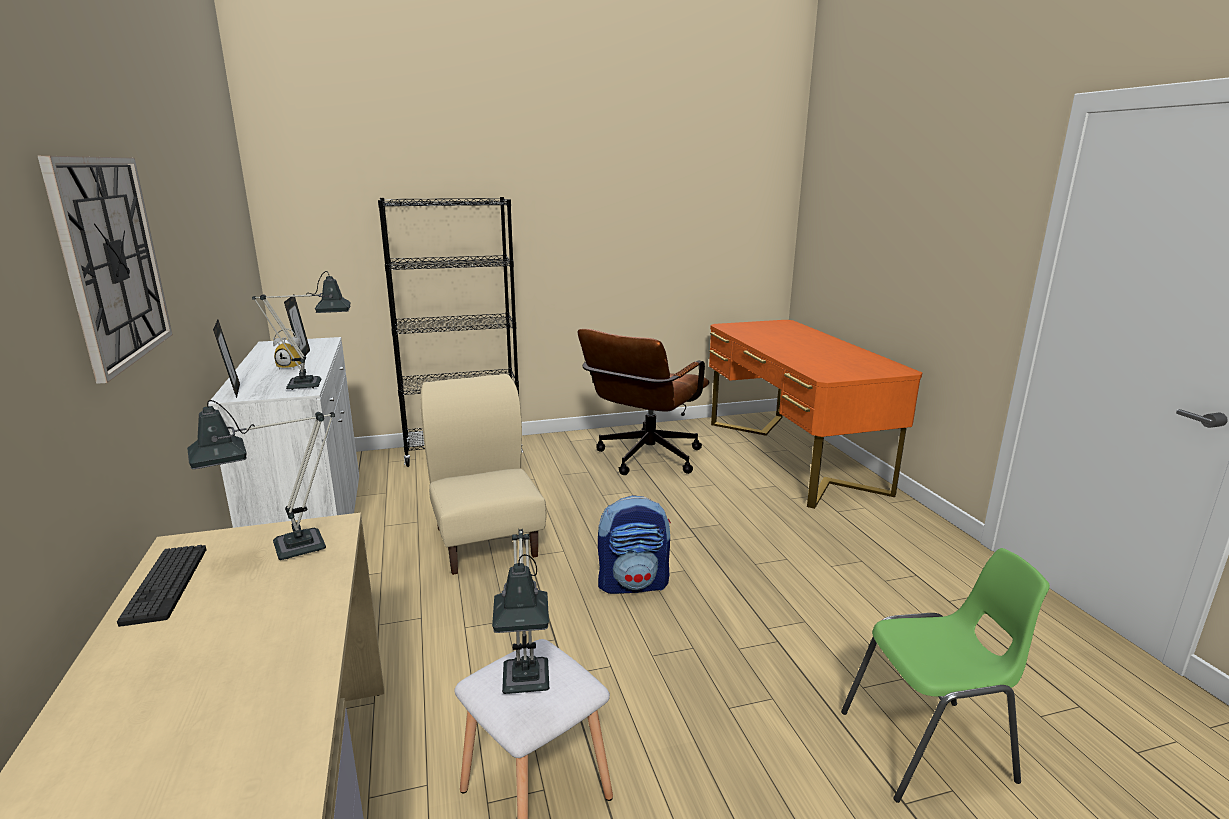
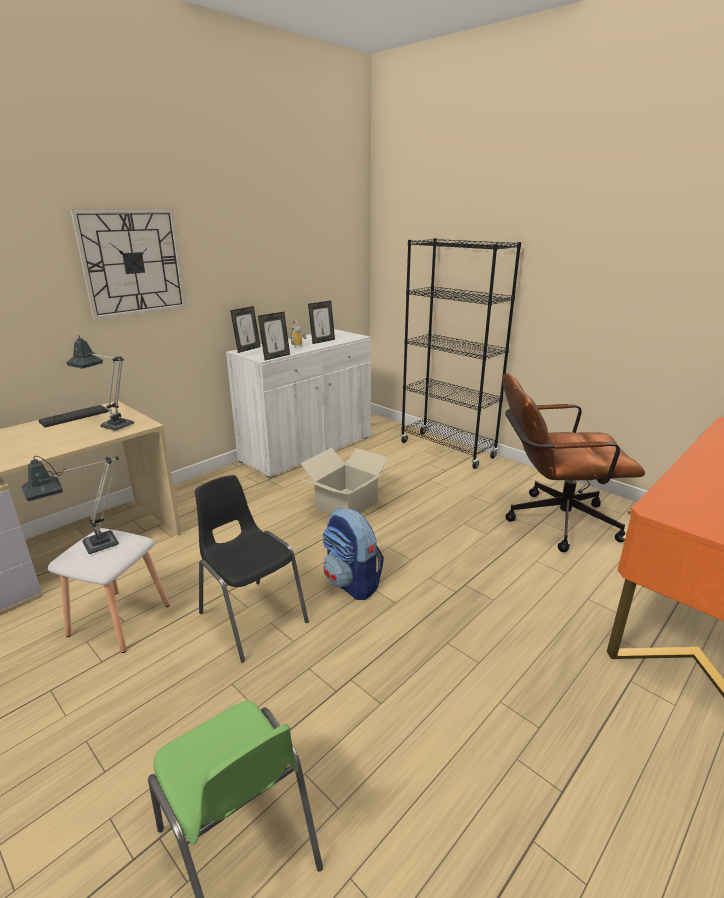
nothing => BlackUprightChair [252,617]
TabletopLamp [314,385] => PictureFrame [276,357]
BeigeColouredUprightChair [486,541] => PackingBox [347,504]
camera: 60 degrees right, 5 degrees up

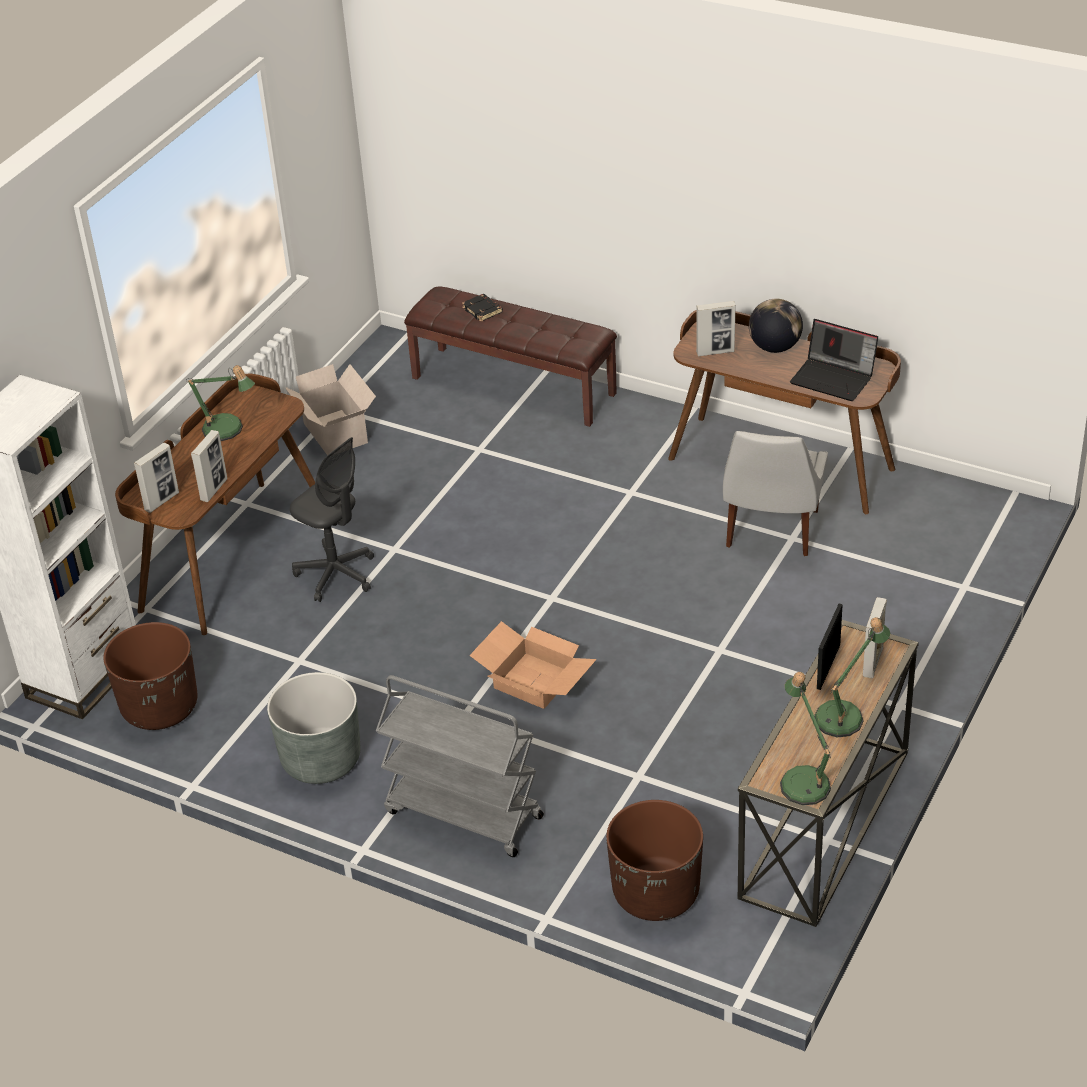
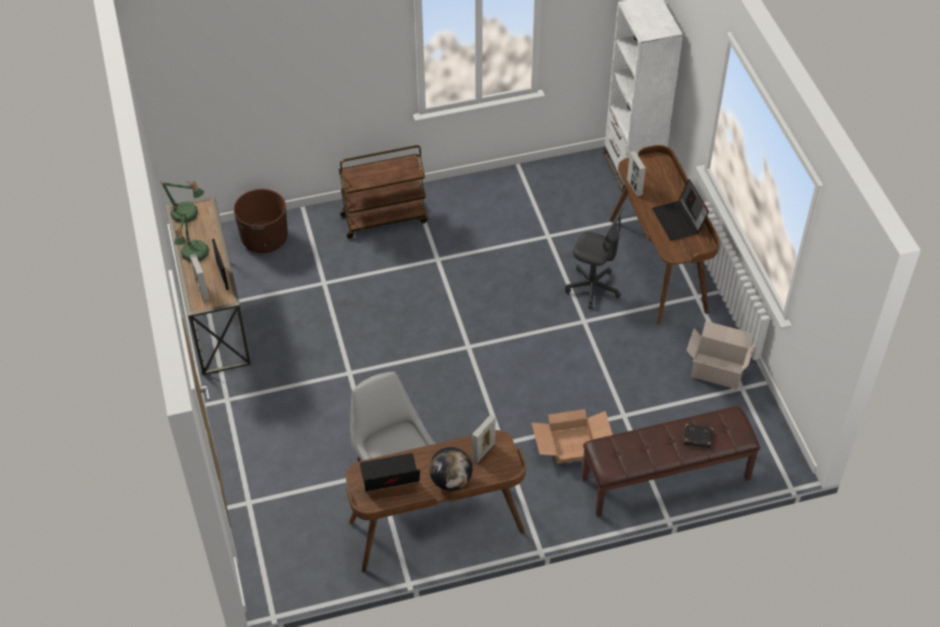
BrownishFlowerPot [160,707] => nothing
PictureFrame [162,501] => nothing
GreyishFlowerPot [321,759] => nothing
PackingBox [533,681] => PackingBox [572,444], shifted
TabletopLamp [228,431] => NotebookComputer [679,221]
GreyishCart [462,814] => BrownishCart [384,218]
GreyishDeskChair [336,575] => GreyishDeskChair [593,288], 150 degrees counterclockwise
camera: 135 degrees right, 10 degrees up

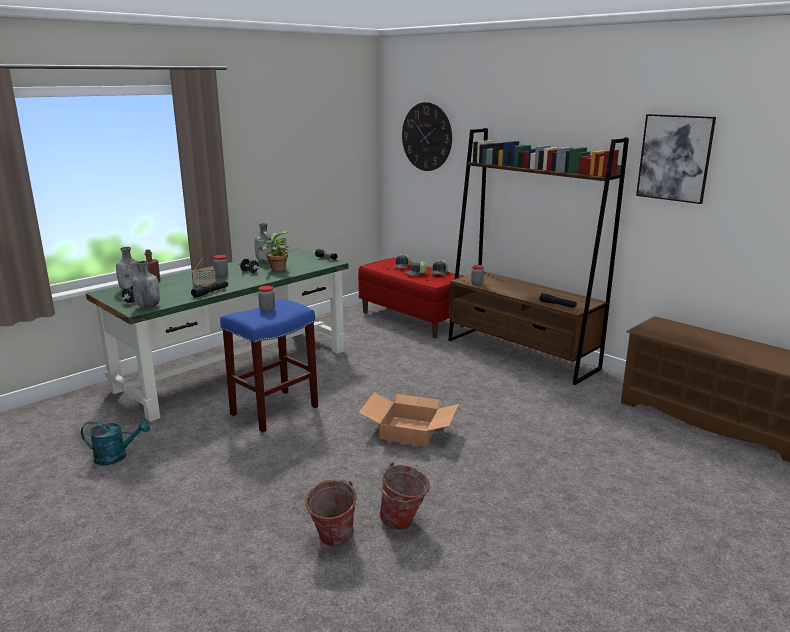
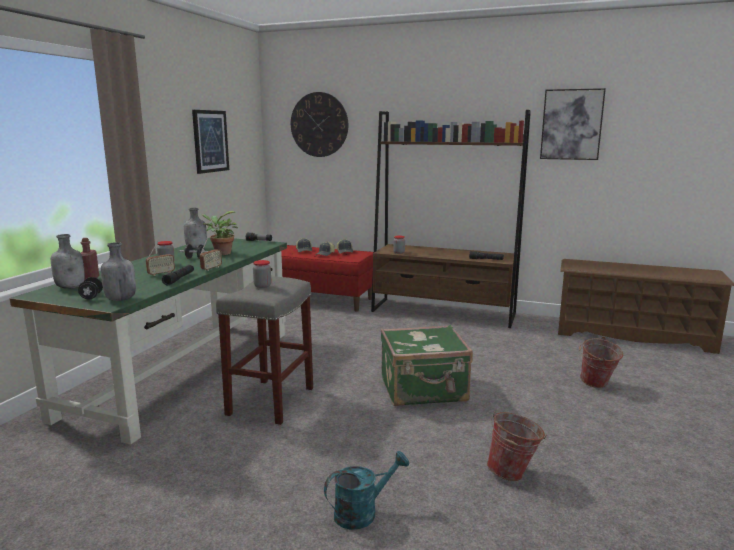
nothing => Picture [210,141]
nothing => Radio [211,268]
BlueGreenSprinklingCan [116,457] => BlueGreenSprinklingCan [362,512], shifted
WaterBucket [331,541] => WaterBucket [596,385], shifted
PackingBox [410,430] => GreenishSuitcase [424,390]
BluishStoolSeat [274,411] => GreyishStoolSeat [271,402]
camera: 25 degrees left, 5 degrees down

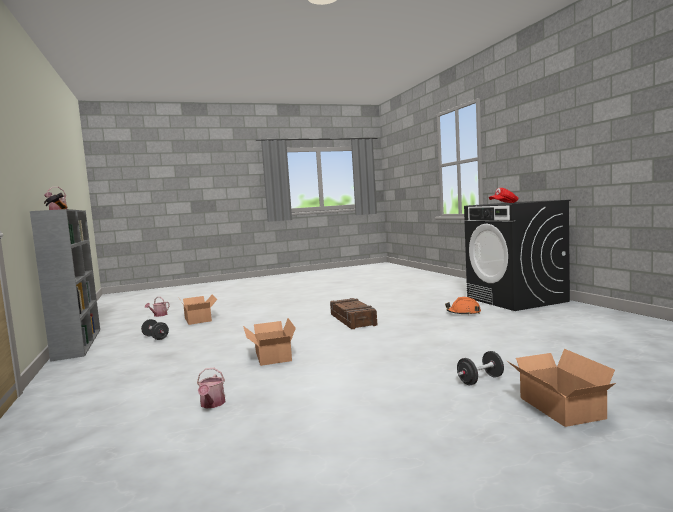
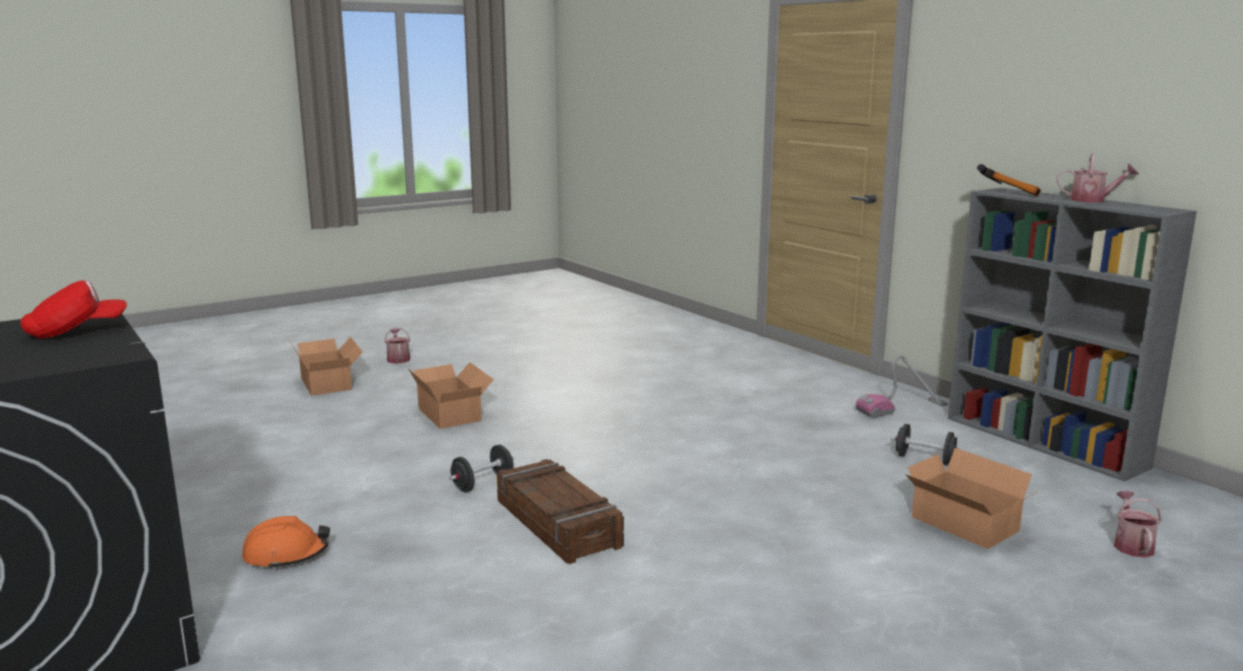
nothing => Hoover [902,408]
SprinklingCan [212,404] => SprinklingCan [398,359], shifted
PackingBox [271,357] => PackingBox [451,413], shifted
BlackFreeWeight [480,380] => BlackFreeWeight [483,484], shifted
camera: 165 degrees right, 10 degrees up

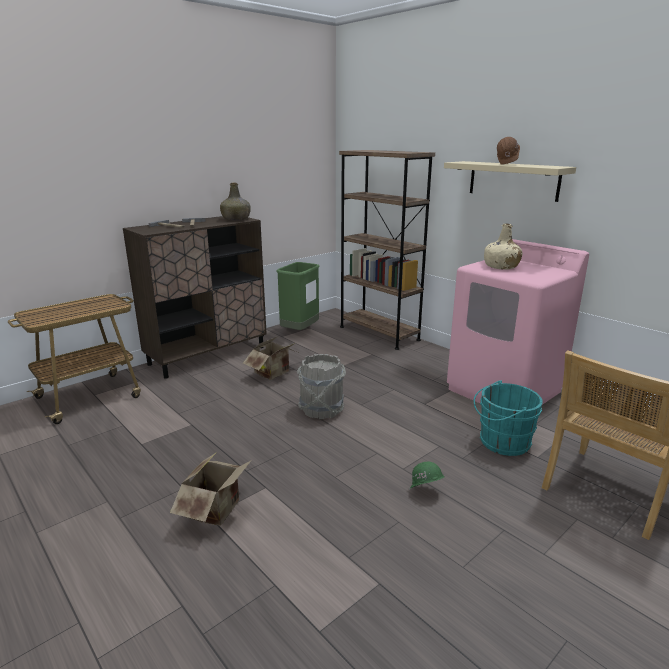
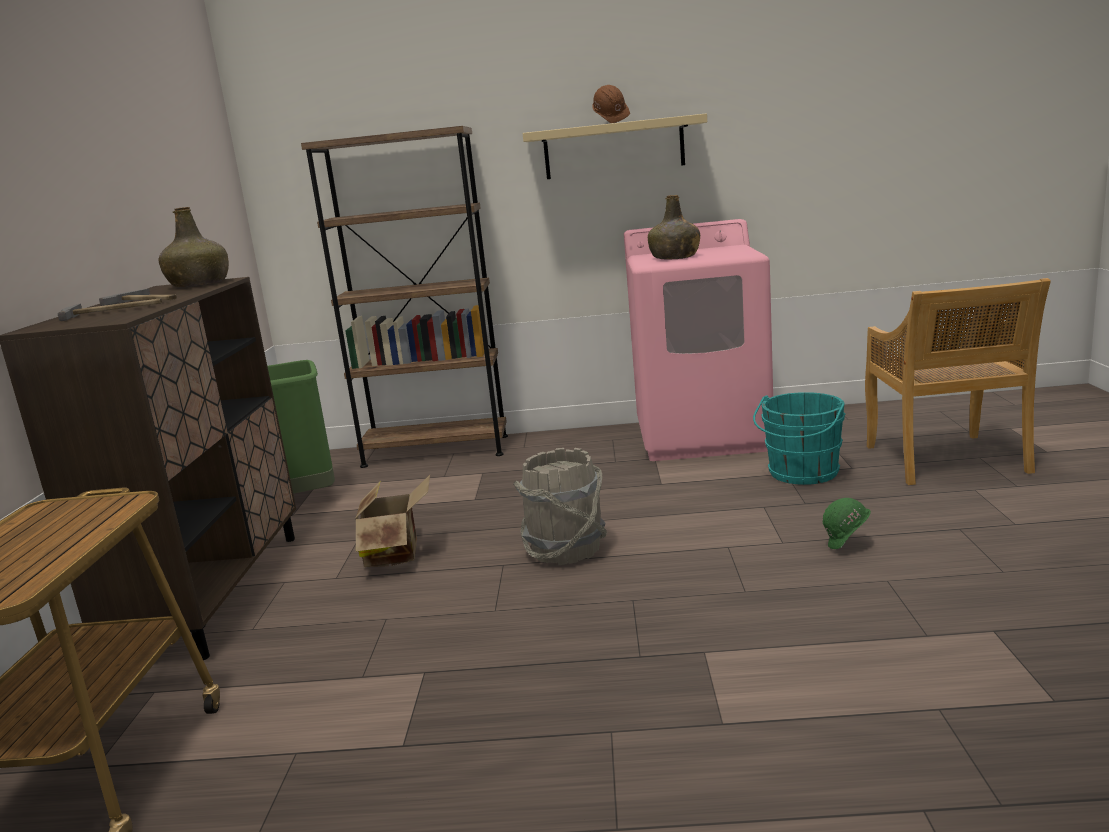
PackingBox [218,510] => nothing
BeigeColouredDrinkBottle [501,266] => GreenishDrinkBottle [675,257]
camera: 45 degrees left, 5 degrees down

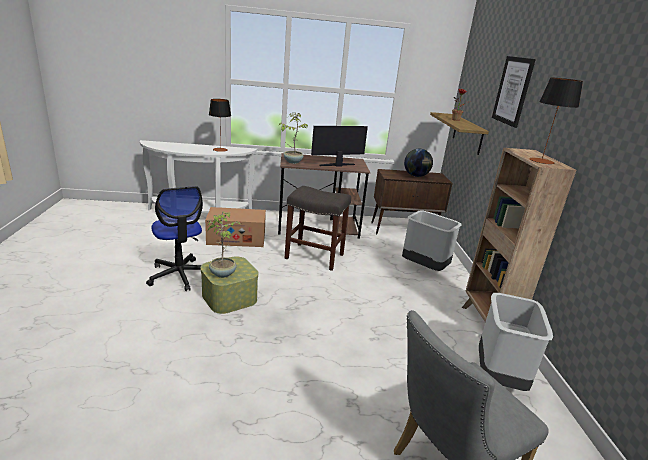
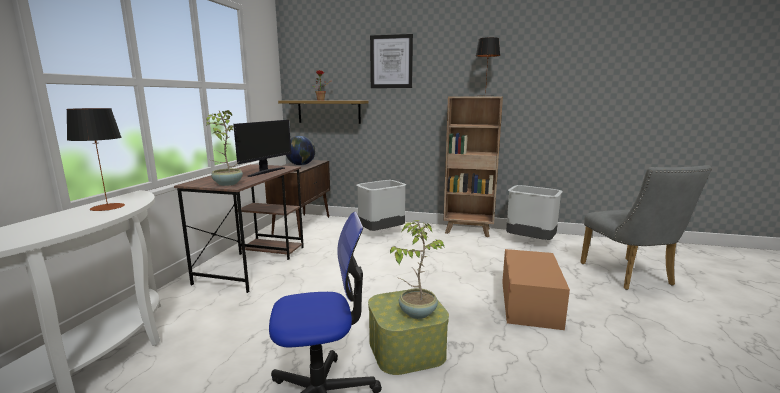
GreyishStoolSeat [313,256] => nothing
PackingBox [236,238] => PackingBox [529,303], shifted
Monitor [337,165] => Monitor [265,172], 150 degrees counterclockwise
camera: 70 degrees left, 10 degrees down

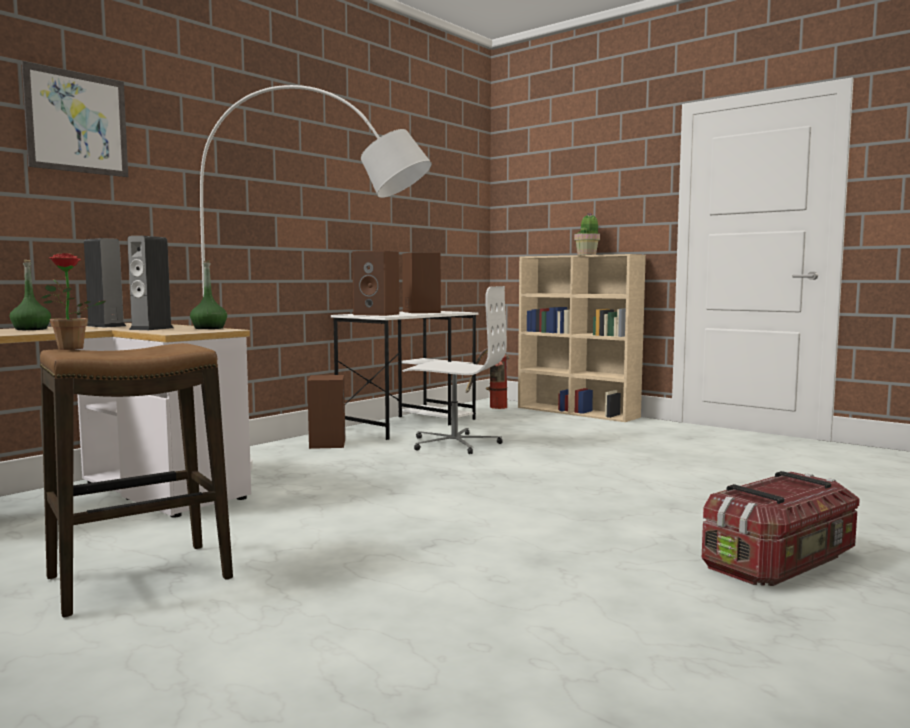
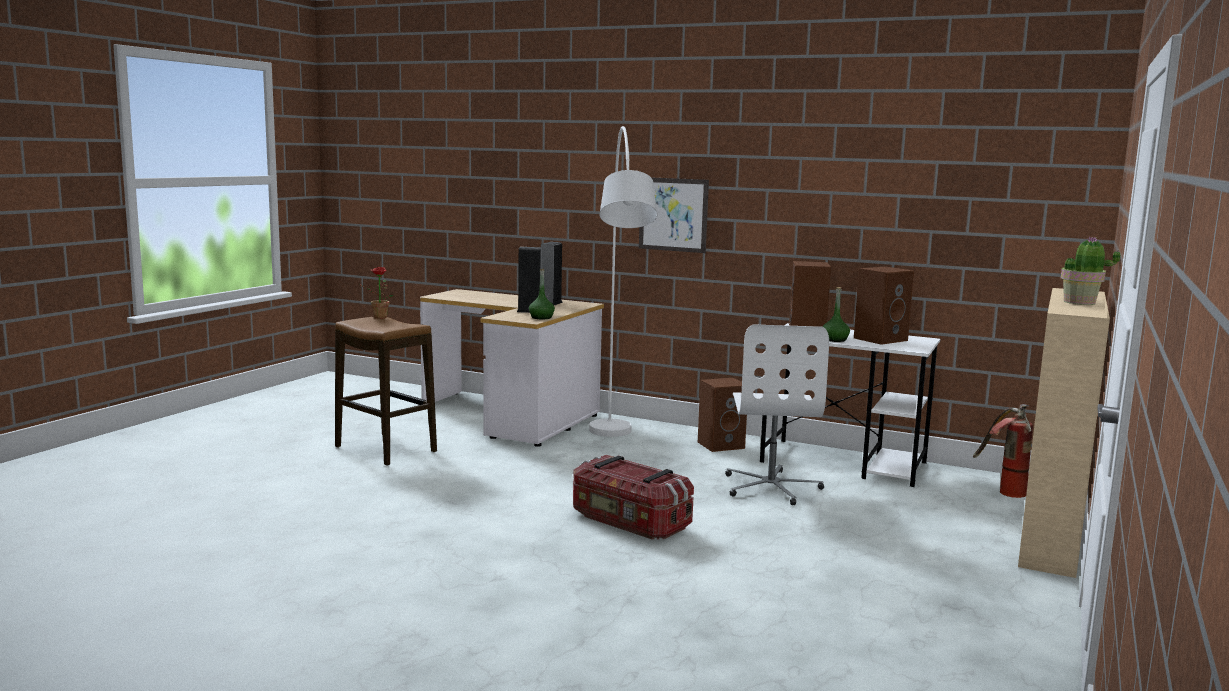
GreenishDrinkBottle [31,329] => GreenishDrinkBottle [835,340], shifted
Picture [77,122] => Picture [673,214], shifted
StorageContainer [781,562] => StorageContainer [629,522], shifted
camera: 75 degrees right, 5 degrees up

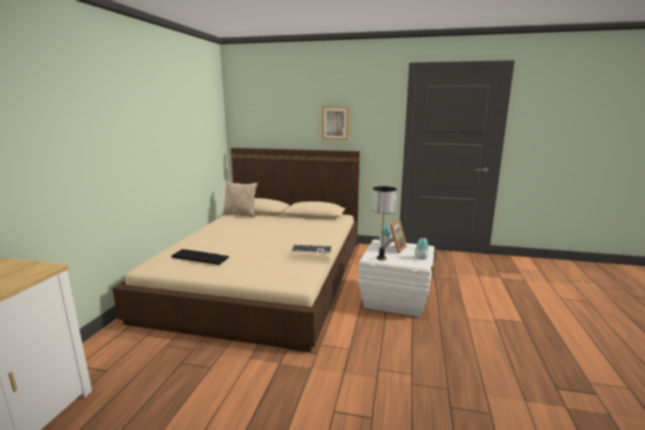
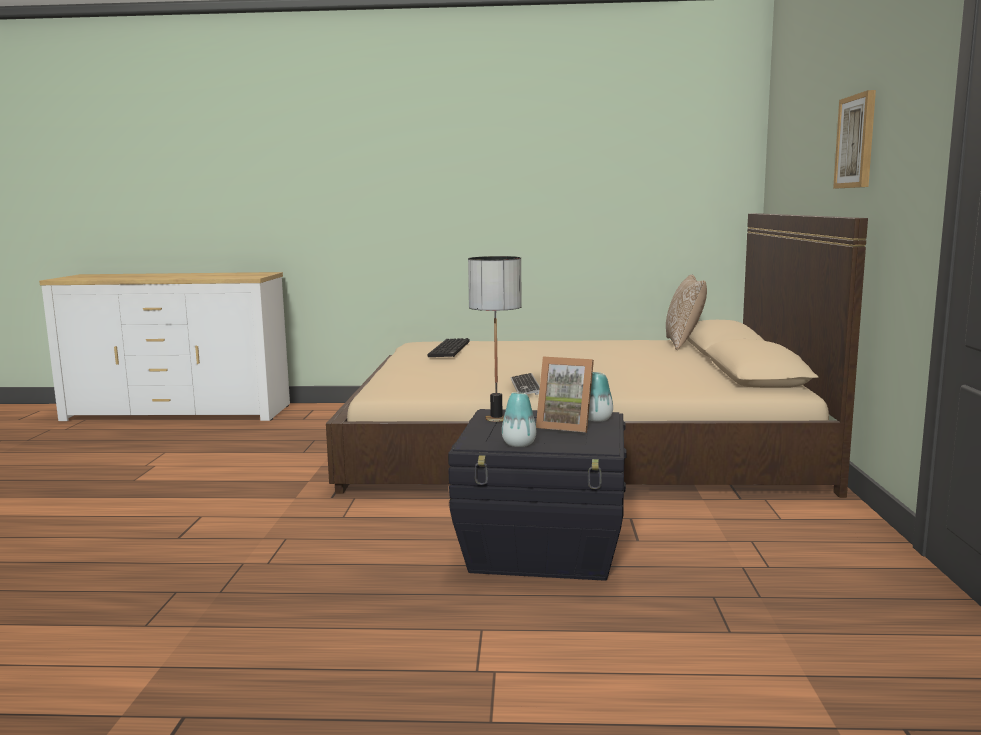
WhiteColouredStorageContainer [396,299] => BlackStorageContainer [544,548]
camera: 80 degrees right, 5 degrees down

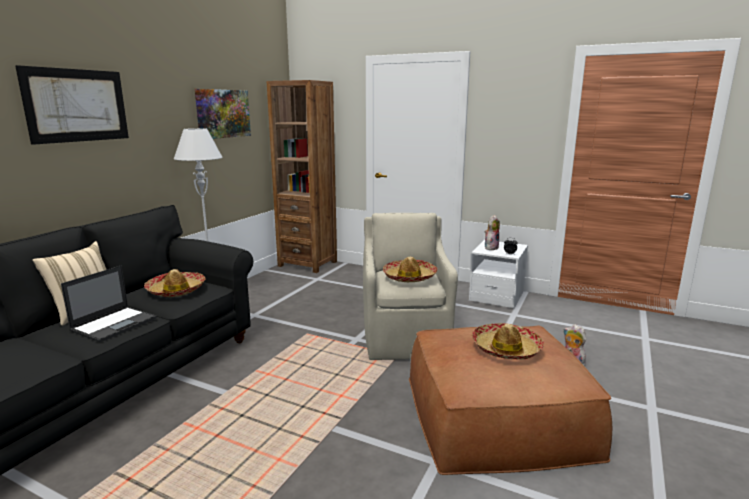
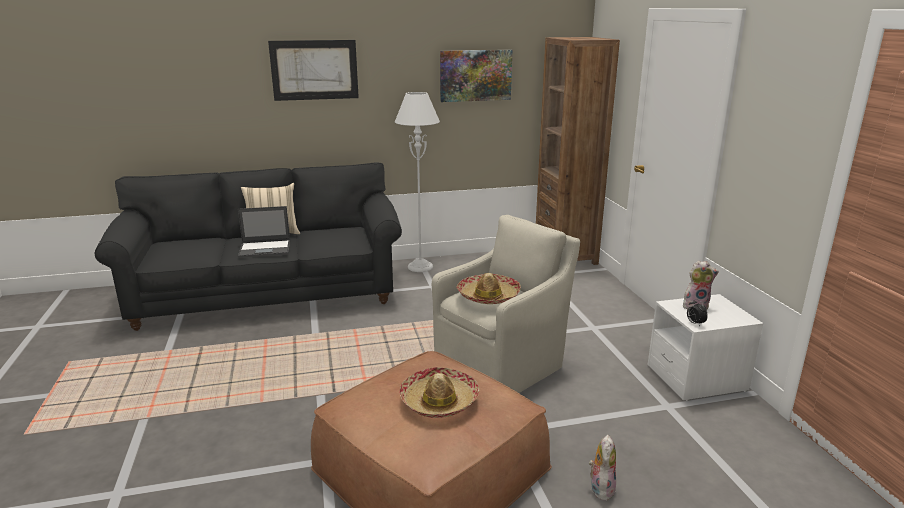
WearableHat [176,290] => nothing
camera: 50 degrees right, 5 degrees up

